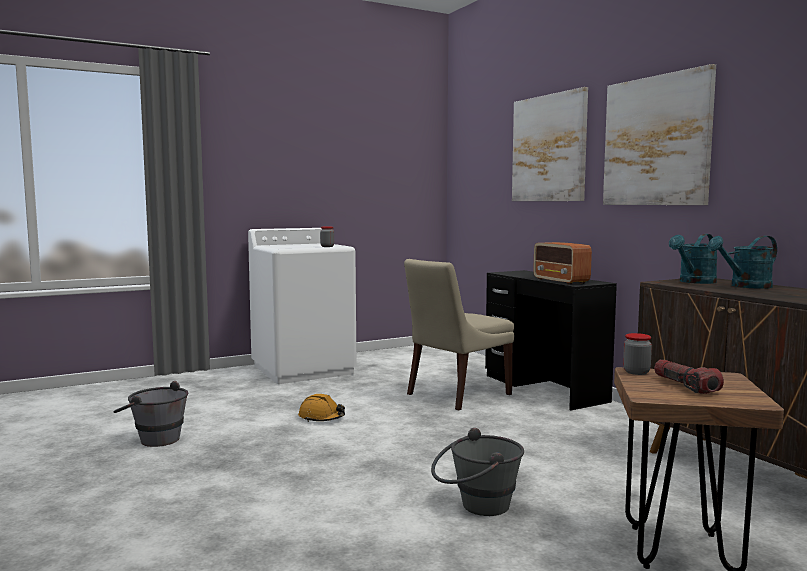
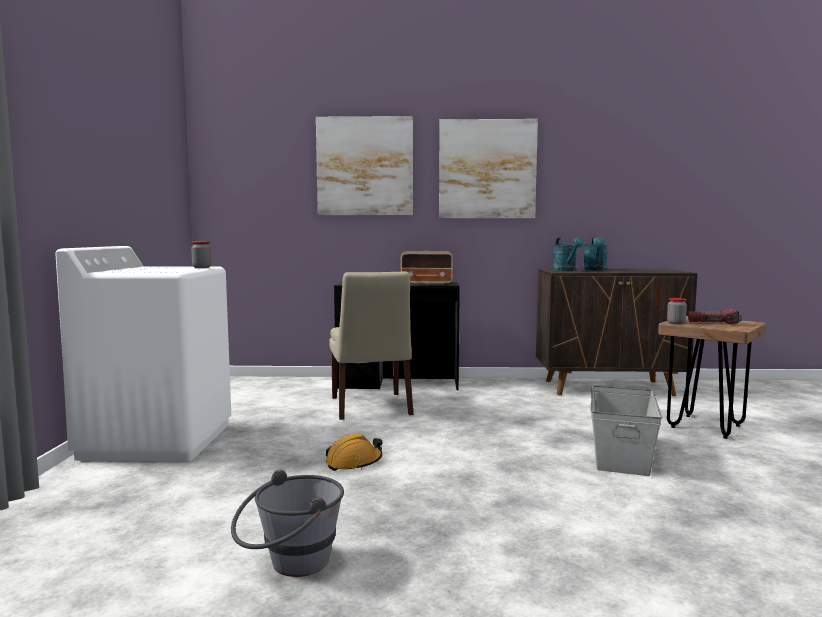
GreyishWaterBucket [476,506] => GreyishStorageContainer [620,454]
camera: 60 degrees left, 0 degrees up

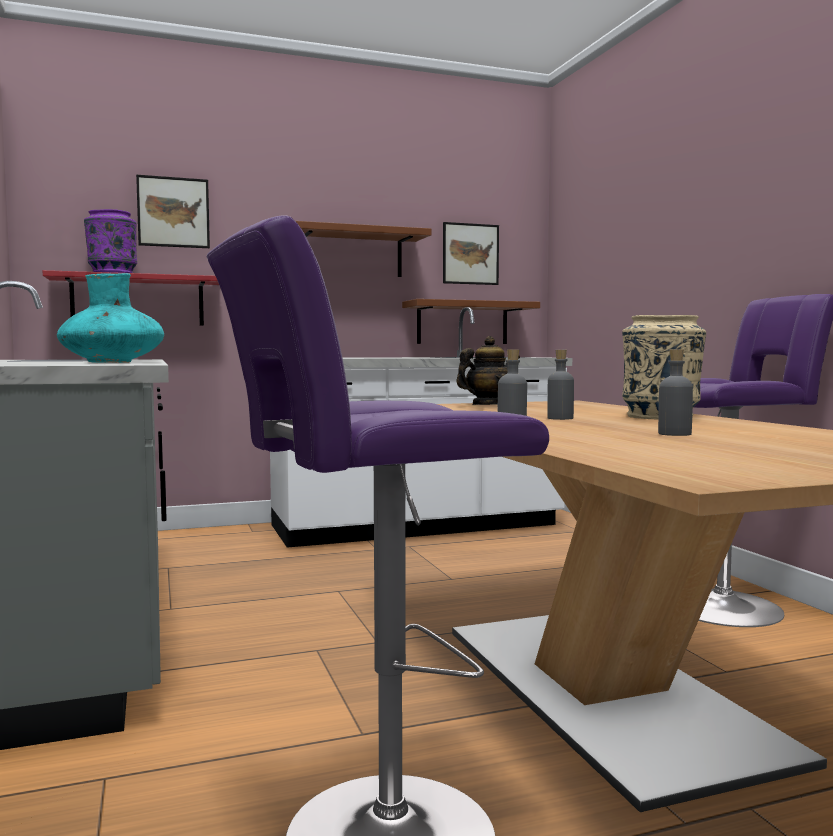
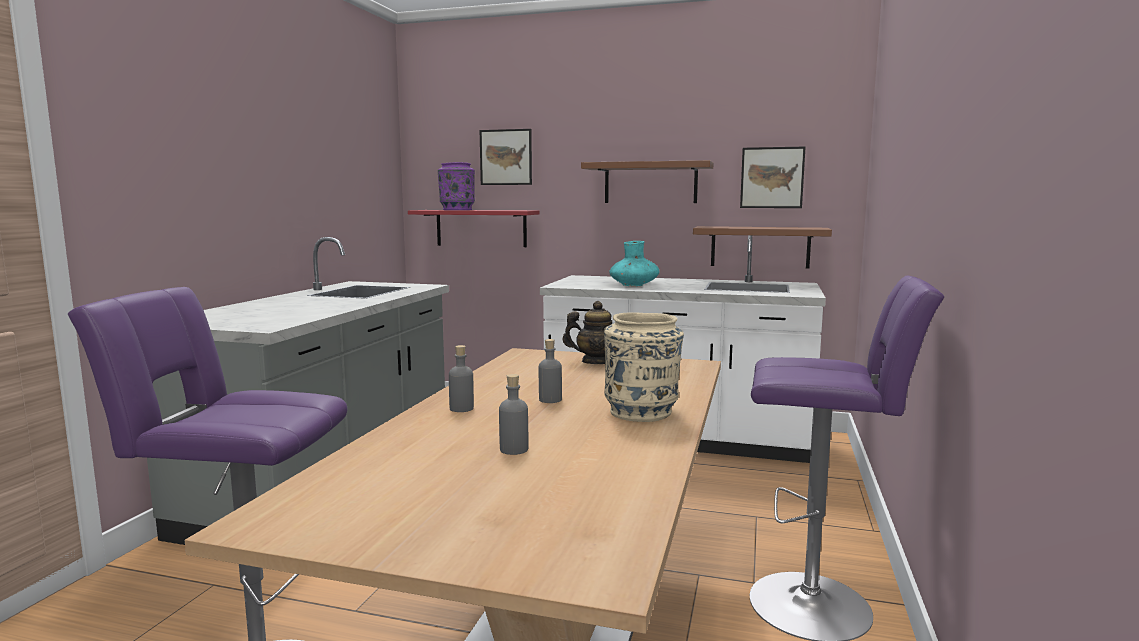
BlueGreenDecorativeVase [112,362] => BlueGreenDecorativeVase [634,285], shifted
camera: 35 degrees right, 5 degrees up

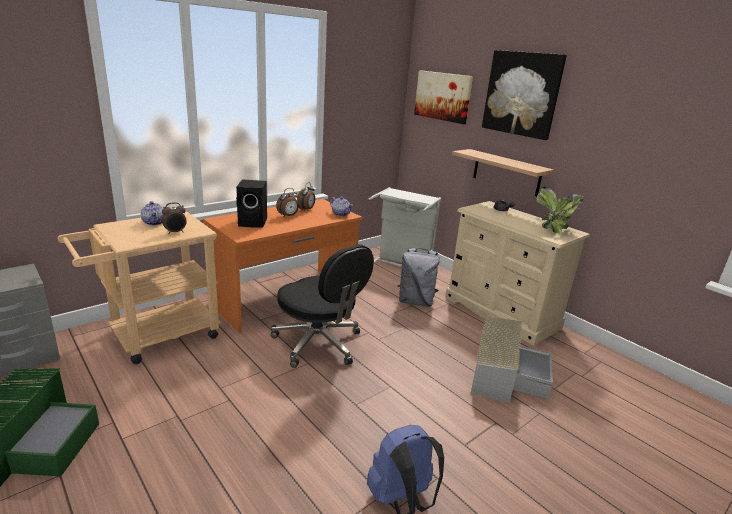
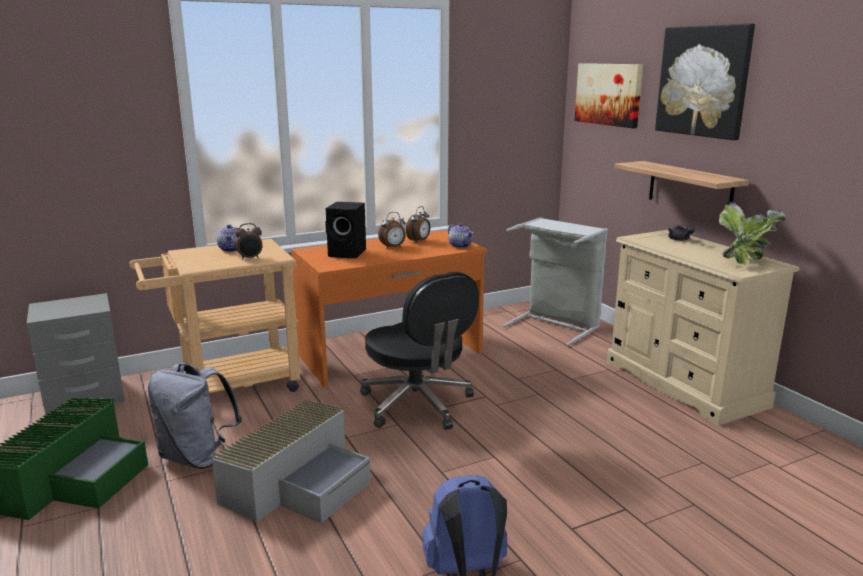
GreyishBackpack [416,301] => GreyishBackpack [197,457], shifted
GreyishStorageContainer [505,372] => GreyishStorageContainer [299,482], shifted
camera: 15 degrees right, 5 degrees down

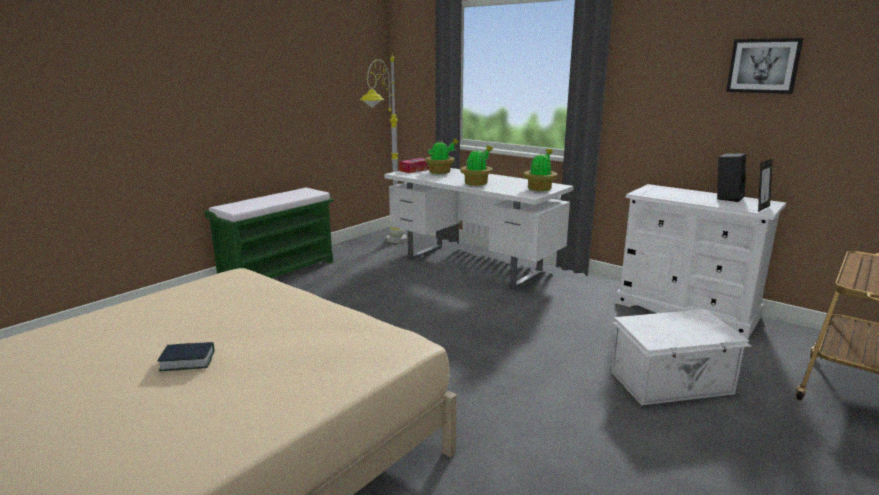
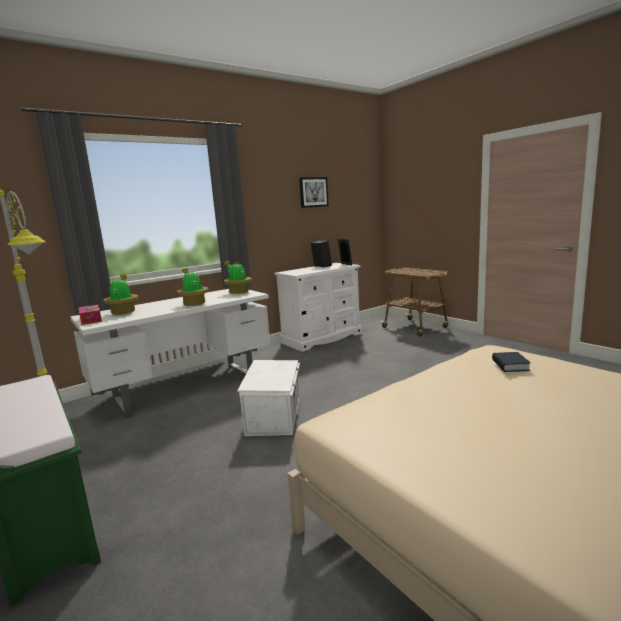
Book [187,361] => Book [510,365], shifted
WhiteColouredStorageContainer [672,383] => WhiteColouredStorageContainer [275,415], shifted
camera: 75 degrees left, 5 degrees down

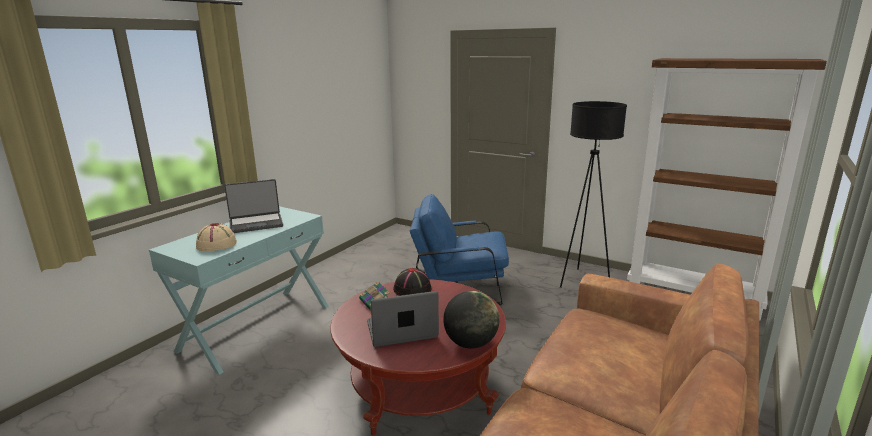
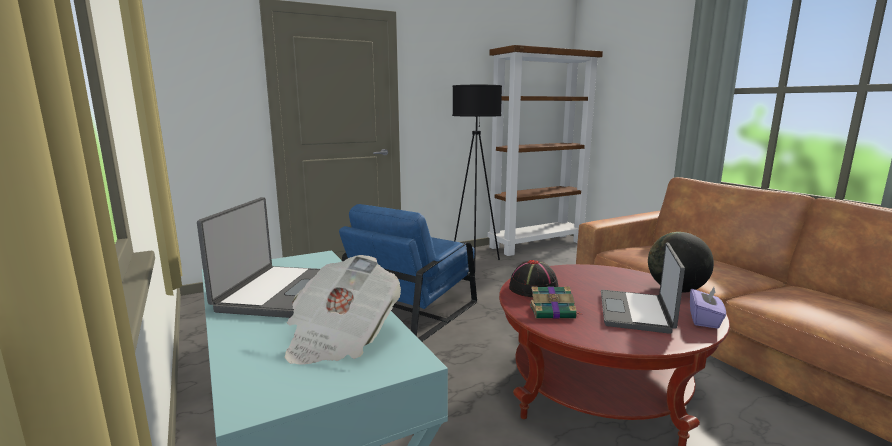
nothing => PurplishBoxOfTissues [704,320]
BeigeColouredWearableHat [216,244] => PrintedPaper [340,337]
camera: 60 degrees left, 5 degrees down

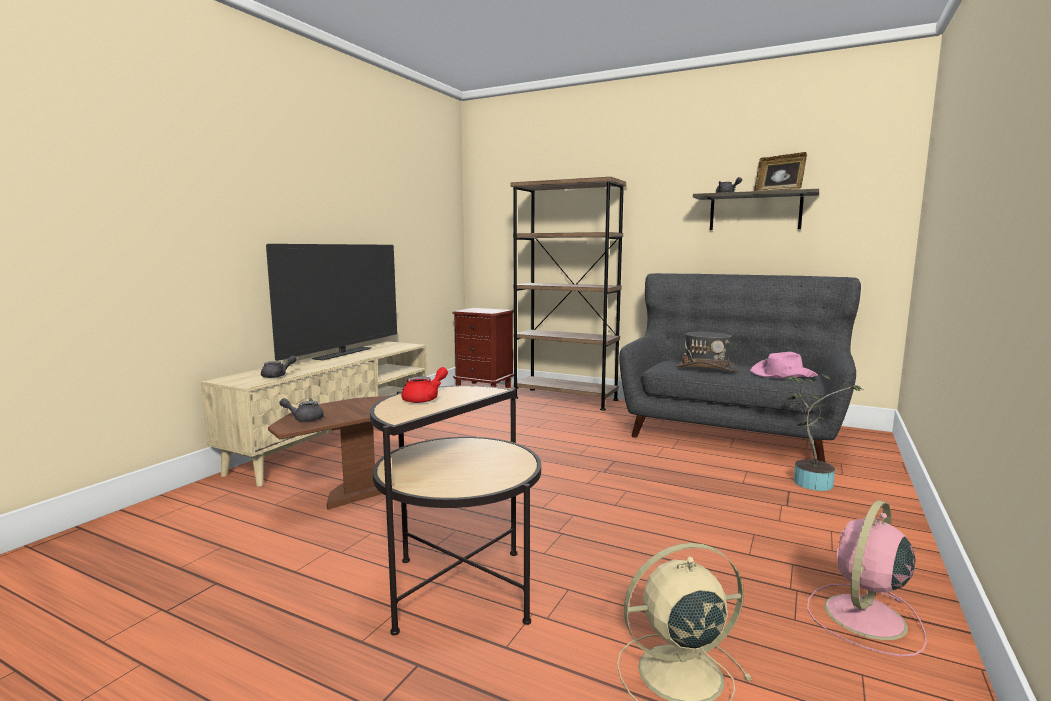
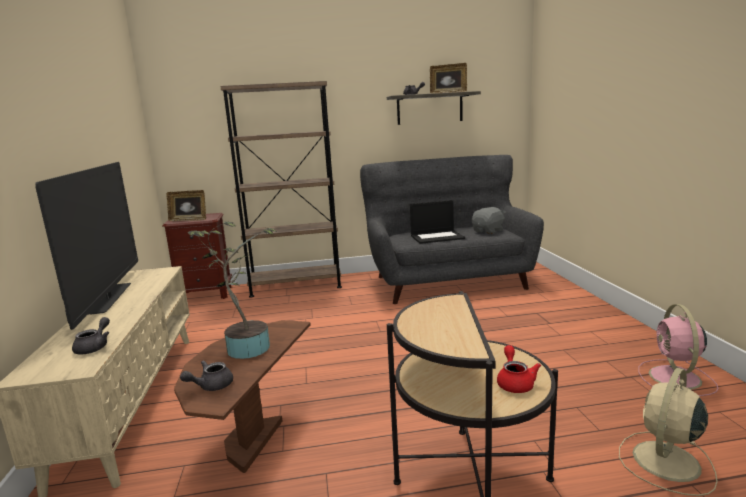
nothing => PictureFrame [189,220]
ReddishTeaPot [425,399] => ReddishTeaPot [515,382], shifted
PottedPlant [809,481] => PottedPlant [245,347], shifted
GreyishWearableHat [706,369] => NotebookComputer [437,237]
PinkColouredWearableHat [782,374] => GreyishCuddlyToy [488,231]
camera: 35 degrees left, 5 degrees up

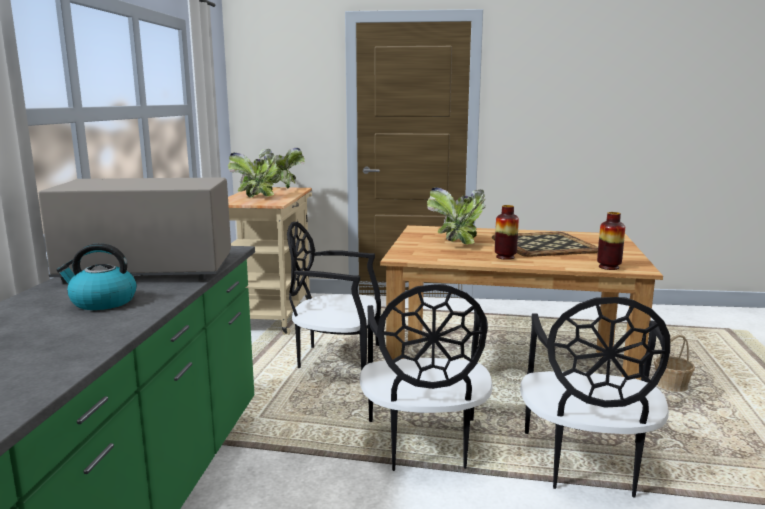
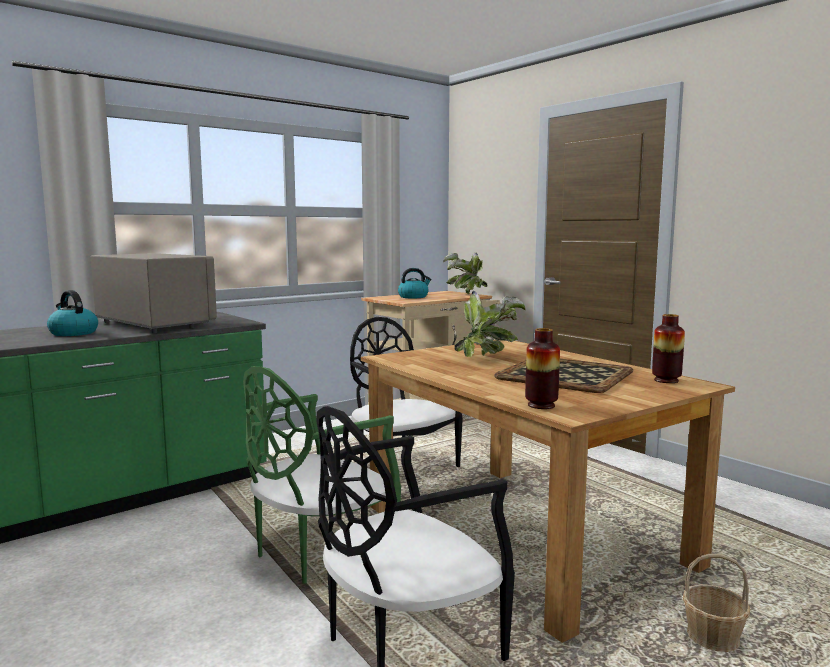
DecorativeVase [505,257] => DecorativeVase [666,380], shifted
PottedPlant [257,197] => WaterKettle [413,297]
BlackUprightChair [424,444] => GreenishUprightChair [319,552]
camera: 45 degrees right, 5 degrees down

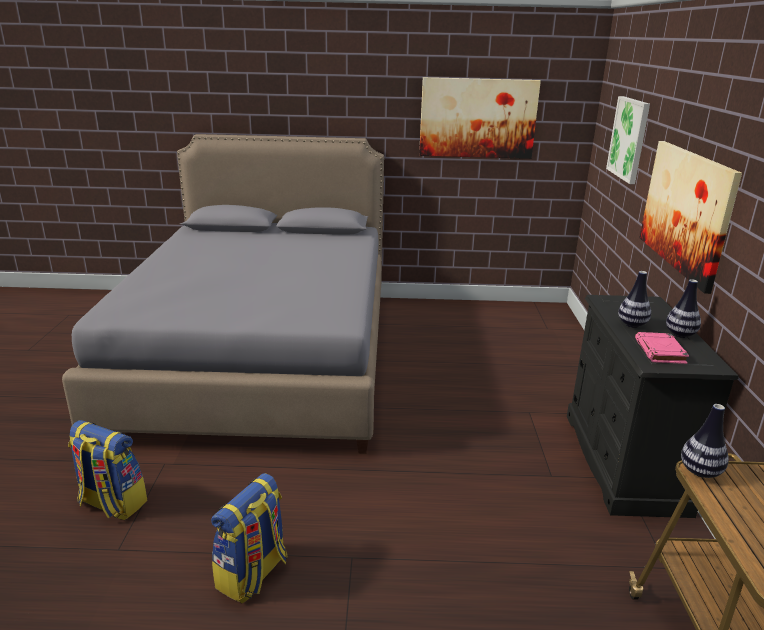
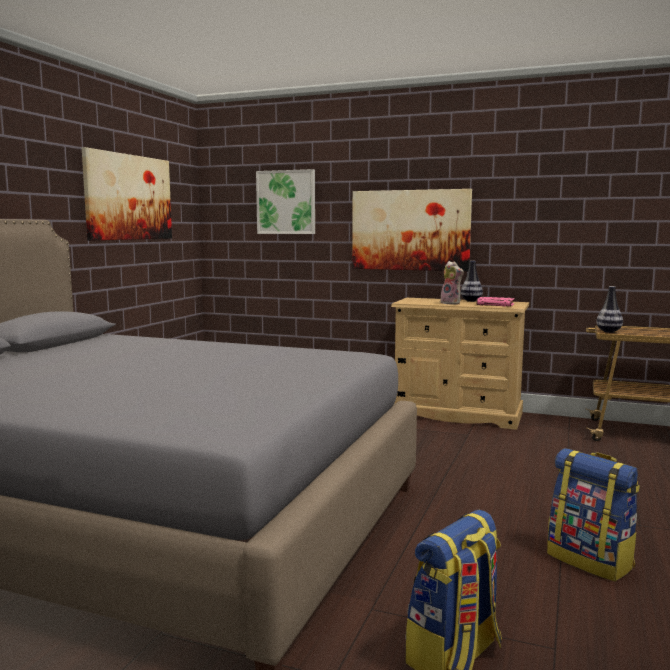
DecorativeVase [632,324] => CuddlyToy [452,303]
BlackDrawerChest [623,461] => BeigeColouredDrawerChest [457,414]
camera: 70 degrees left, 15 degrees down

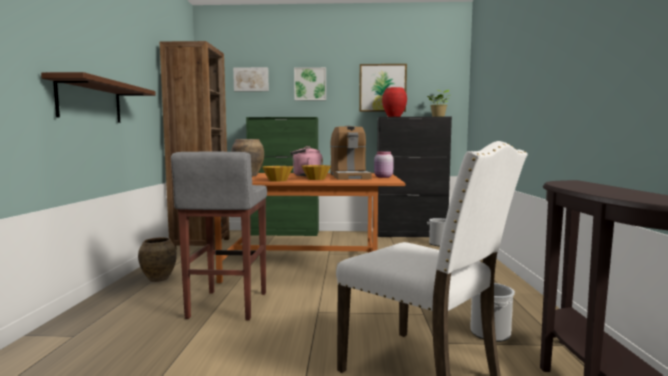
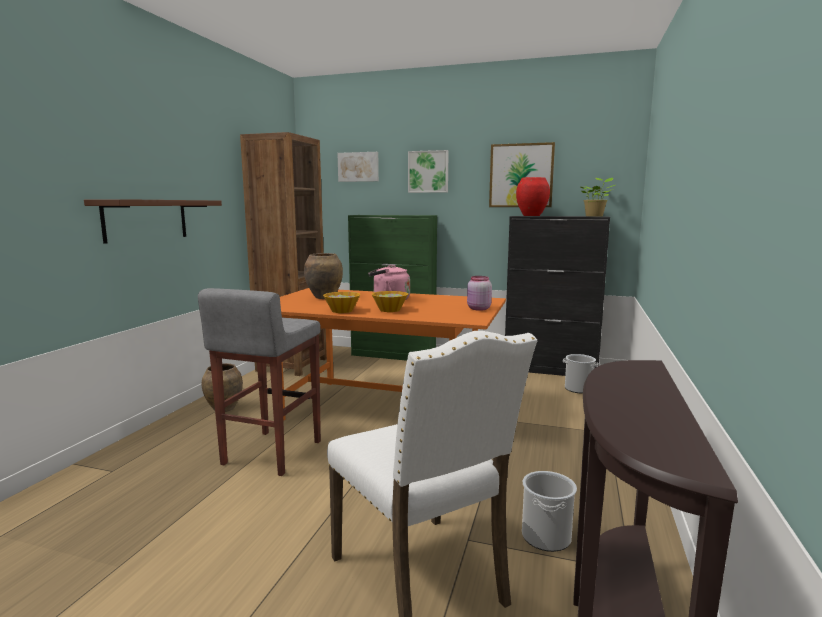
CoffeeMachine [349,176] => nothing
camera: 15 degrees right, 5 degrees up

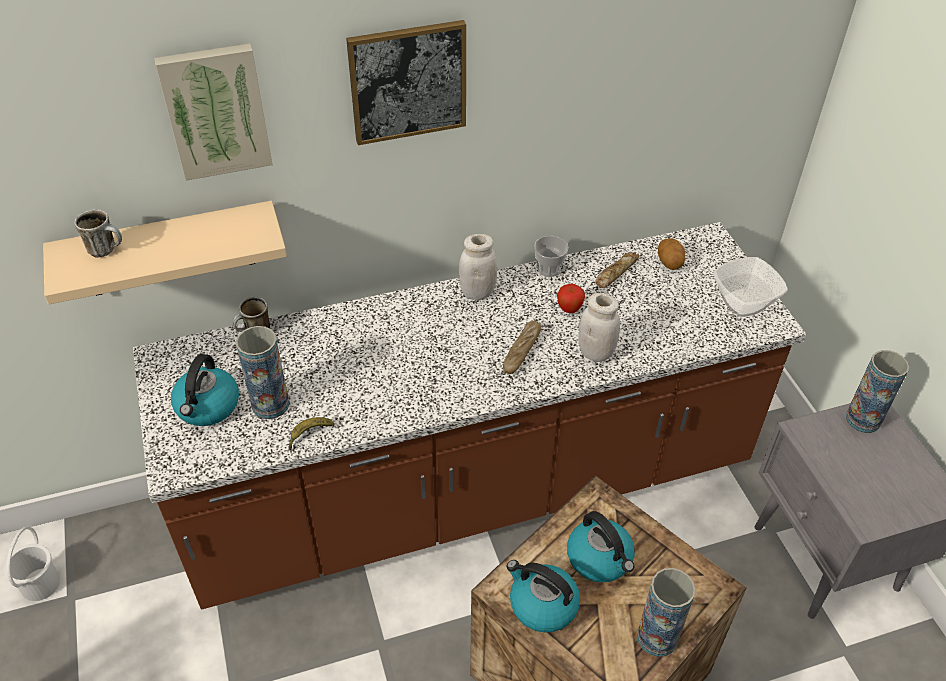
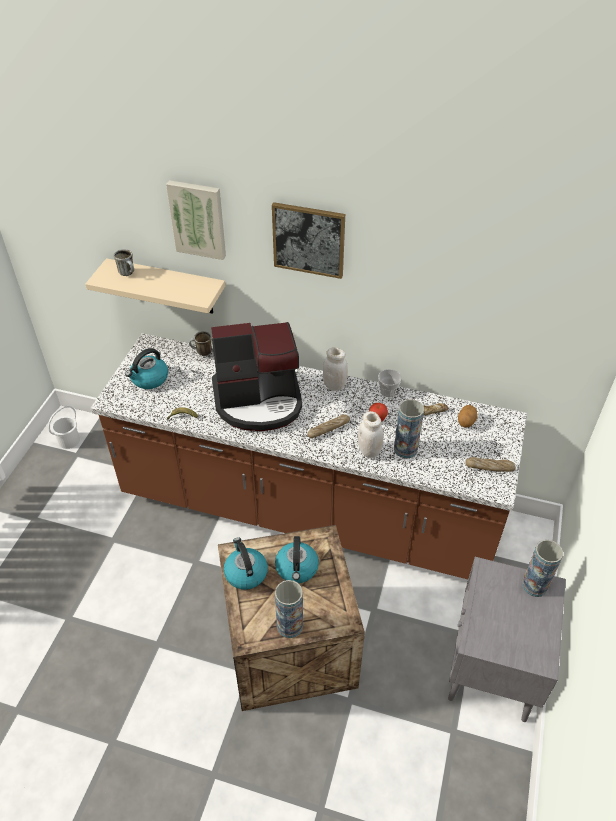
nothing => CoffeeMachine [259,401]
DecorativeVase [270,404] => DecorativeVase [405,449], shifted
ServingBowl [742,303] => Bread [489,467]
camera: 35 degrees right, 0 degrees up

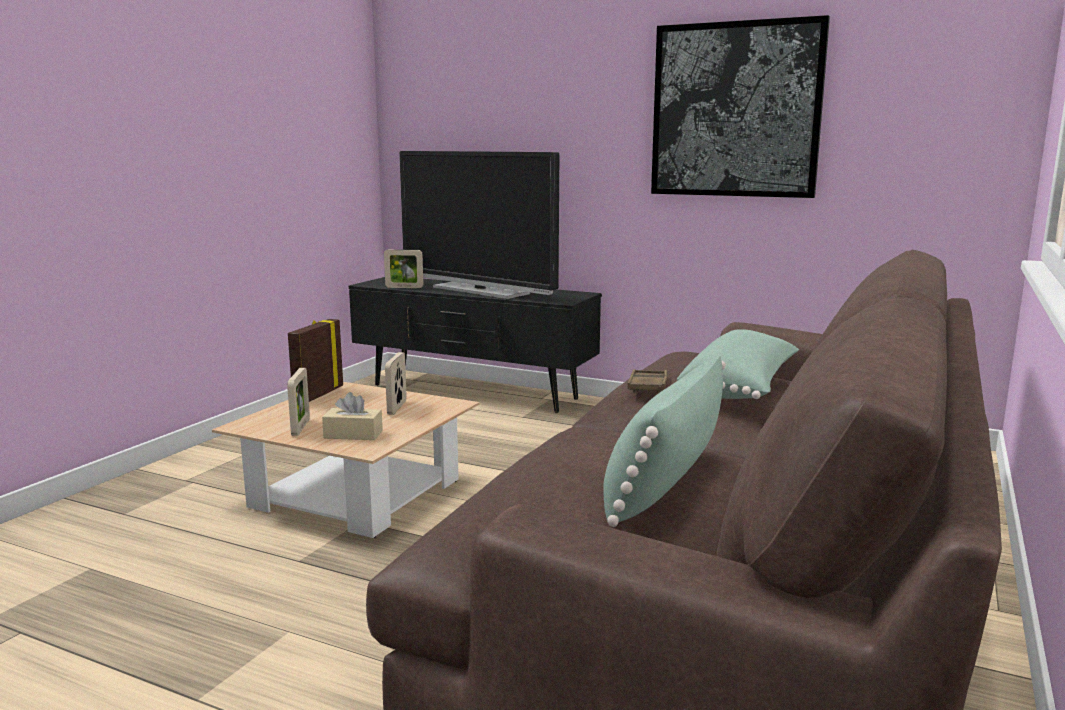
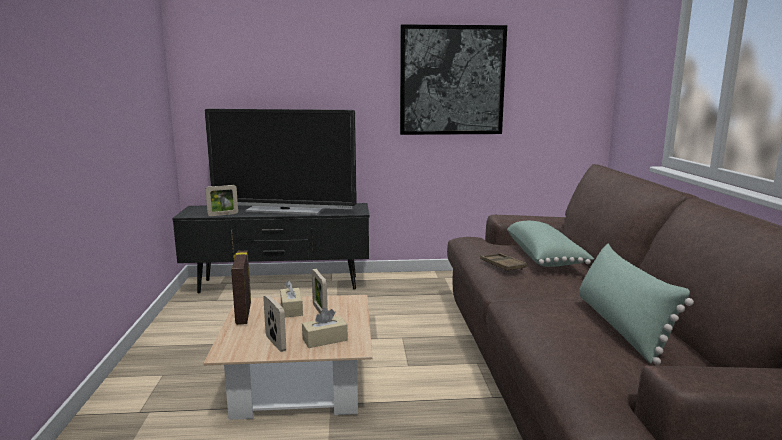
nothing => BeigeColouredBoxOfTissues [291,309]
camera: 30 degrees left, 0 degrees up

